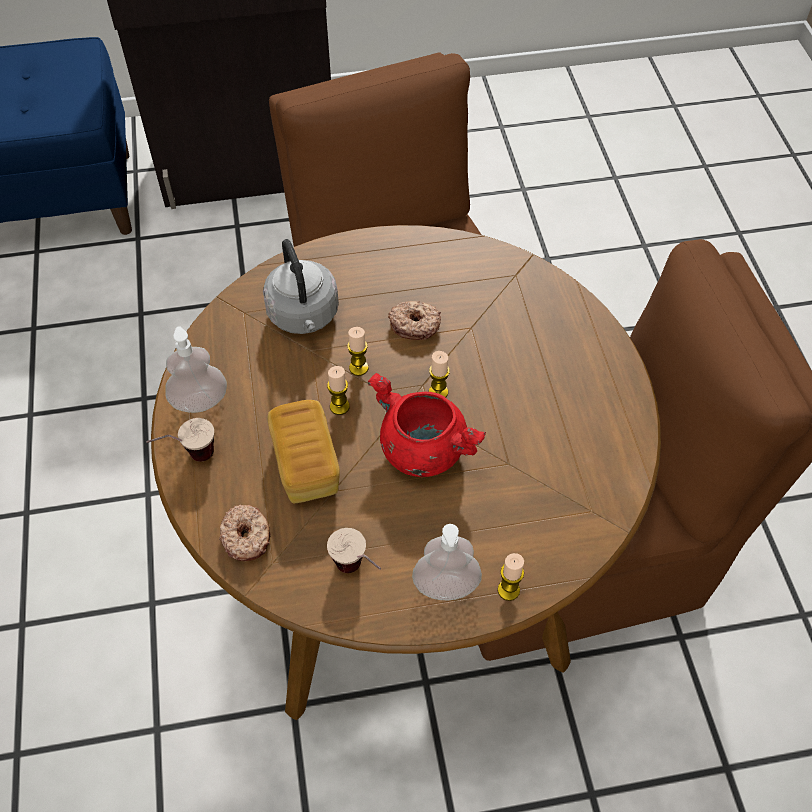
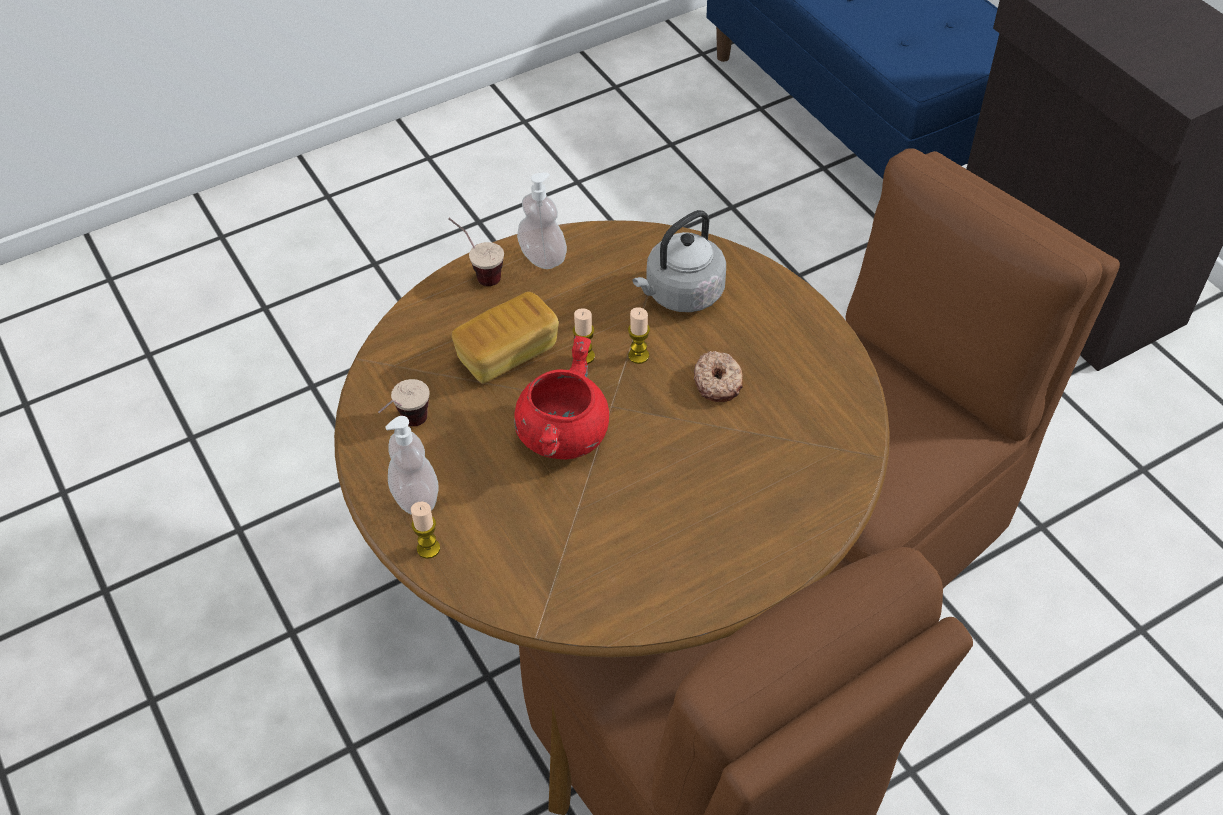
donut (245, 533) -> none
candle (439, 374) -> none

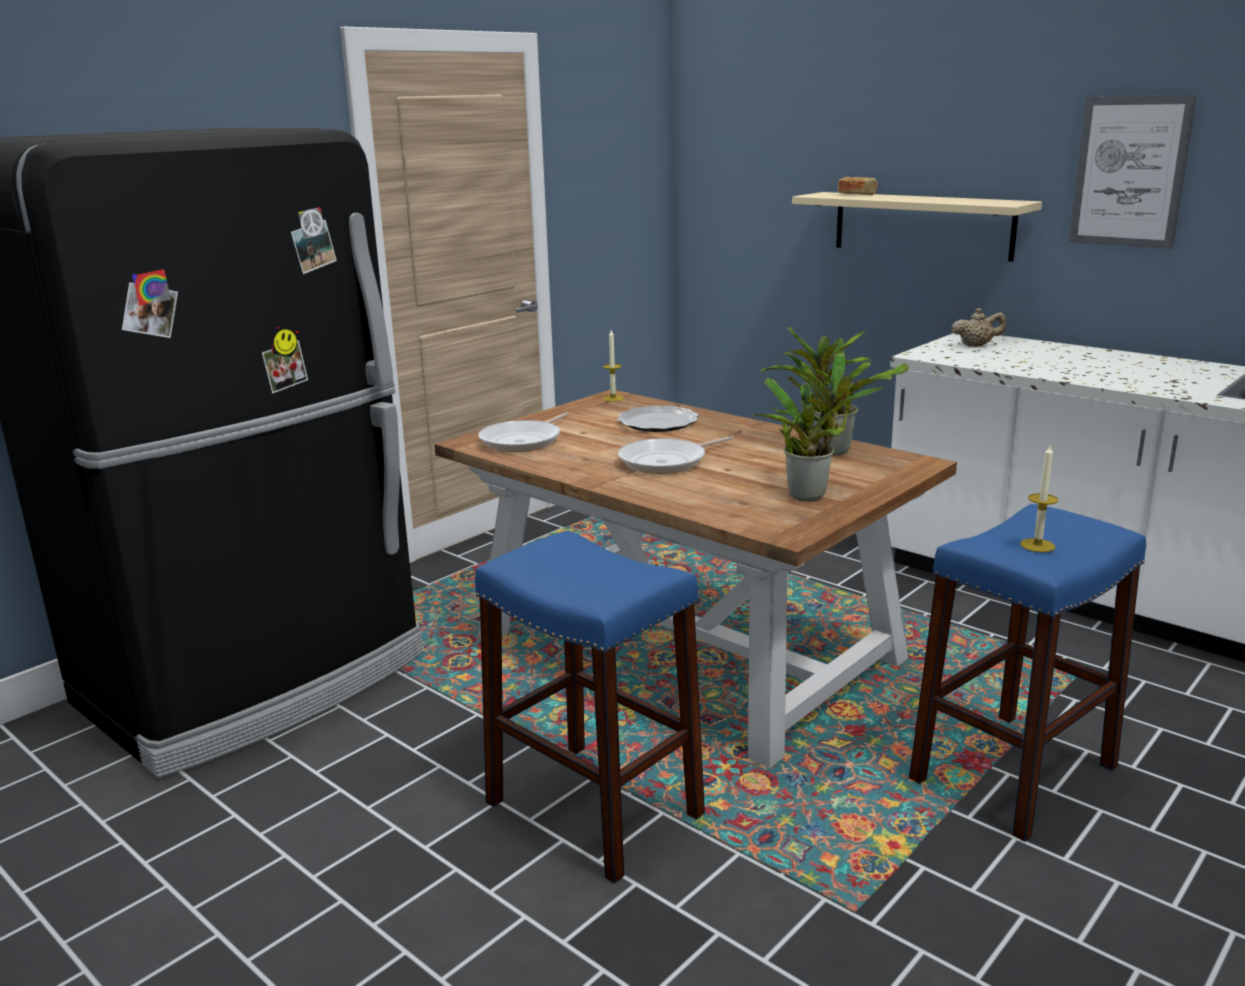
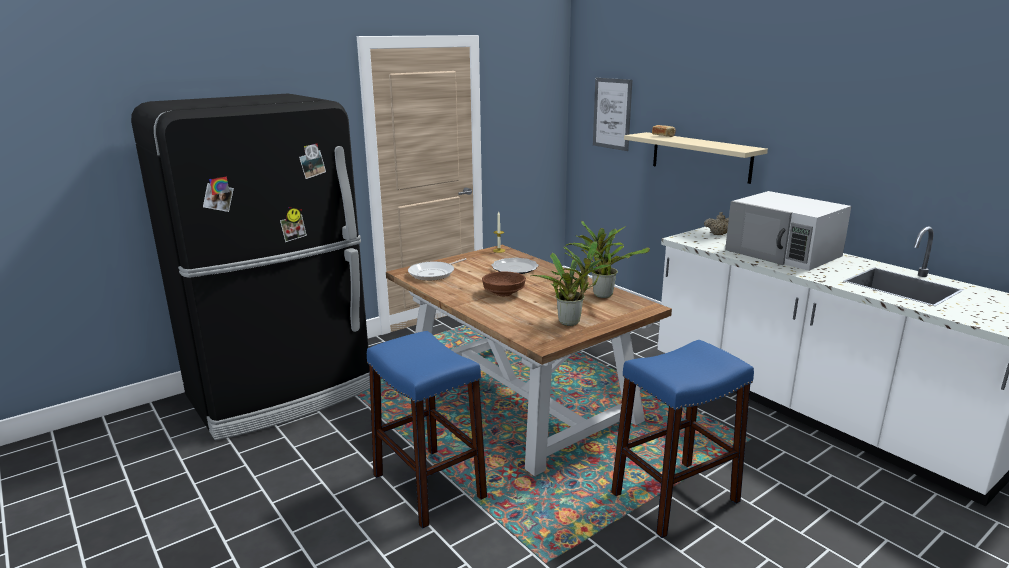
frying pan (676, 455) -> brown bowl (504, 284)
picture (1132, 172) -> picture (612, 114), moved
none -> white microwave (788, 231)
candle (1039, 499) -> none

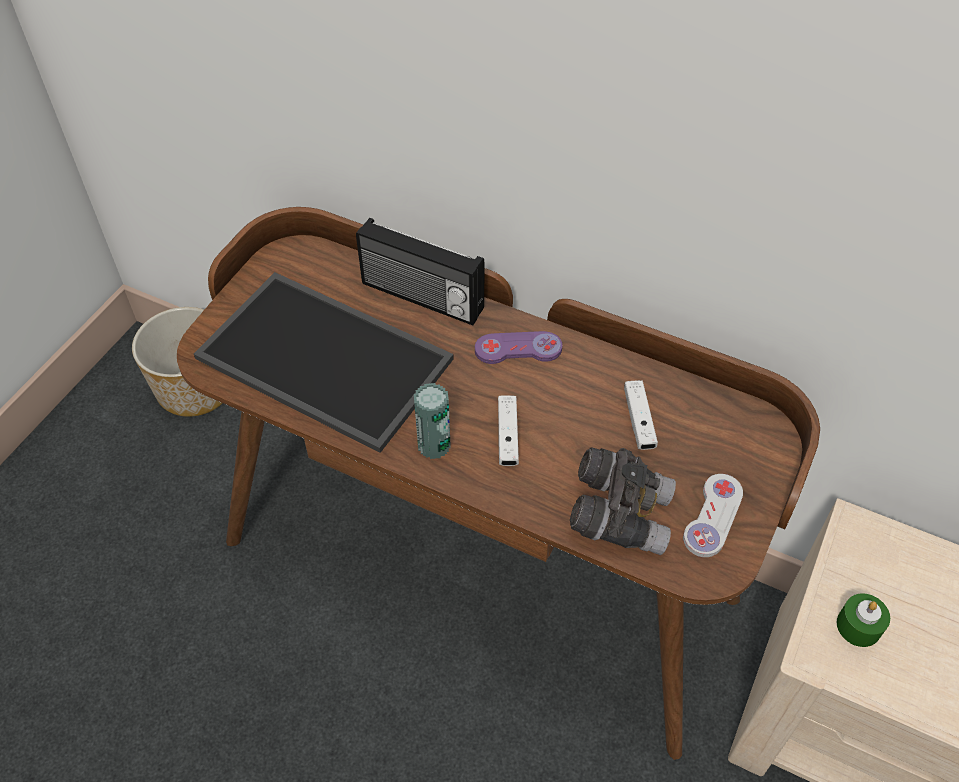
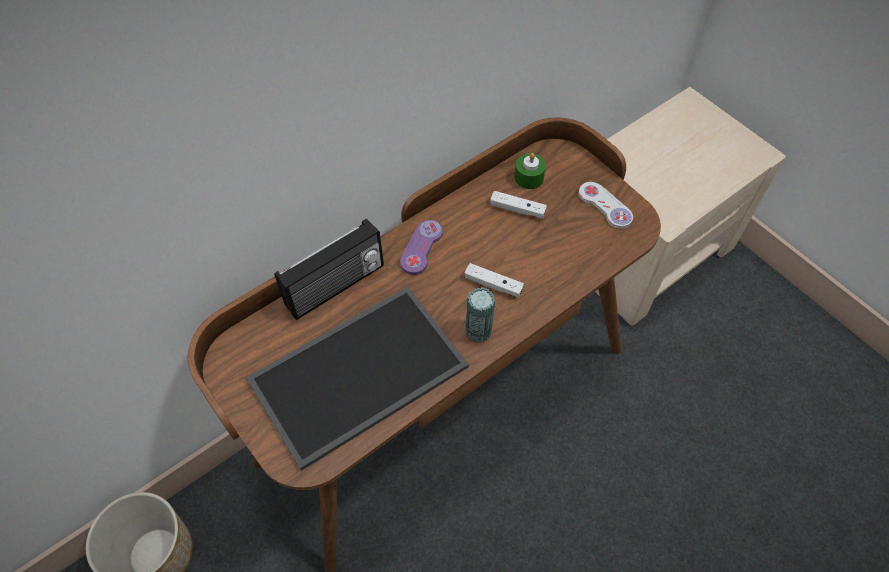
green candle (863, 620) -> green candle (530, 171), moved
grey binoculars (623, 501) -> none

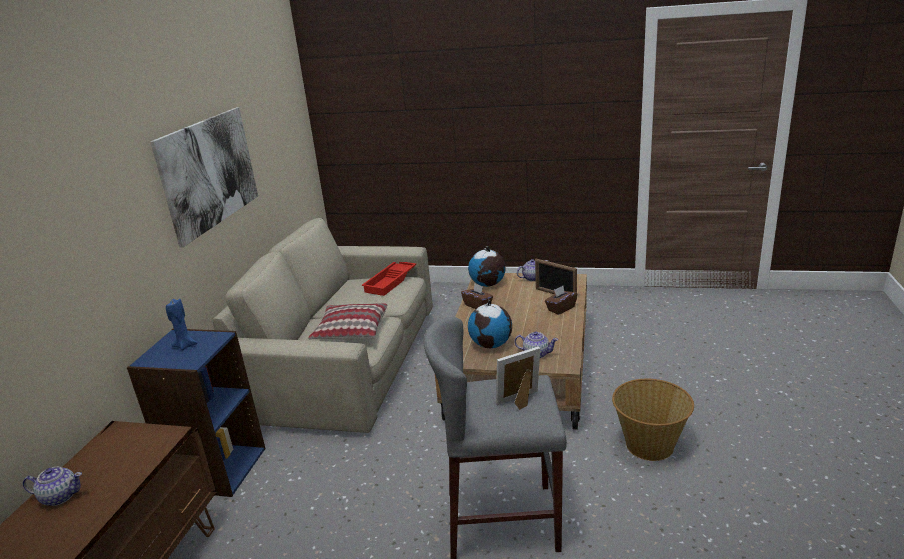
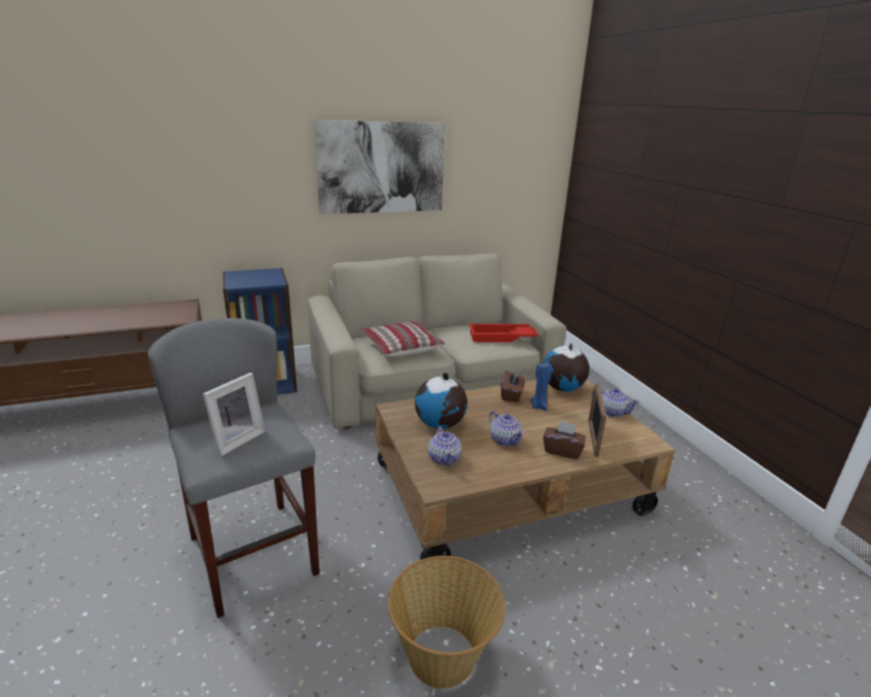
picture frame (518, 378) -> picture frame (234, 414), 90 degrees clockwise
teapot (52, 486) -> teapot (507, 428), moved
blue candle (181, 324) -> blue candle (541, 386), moved

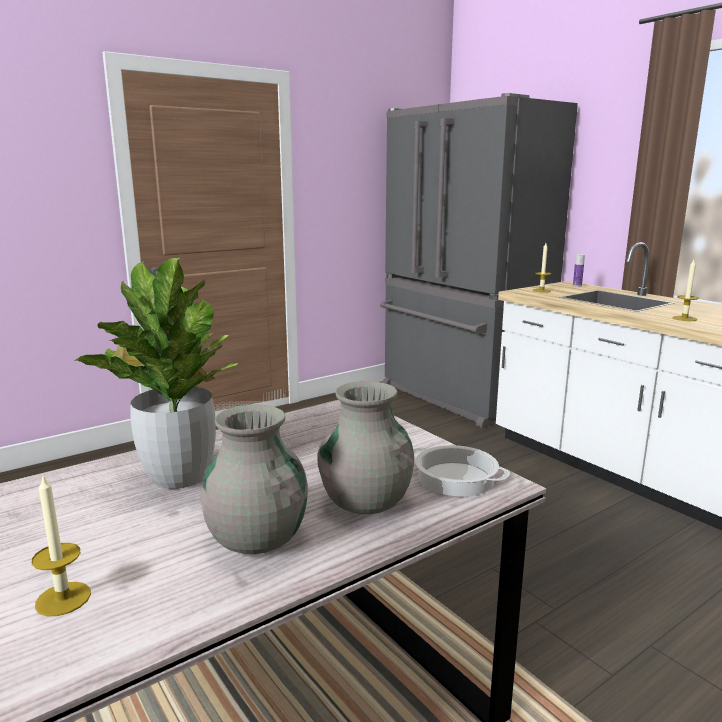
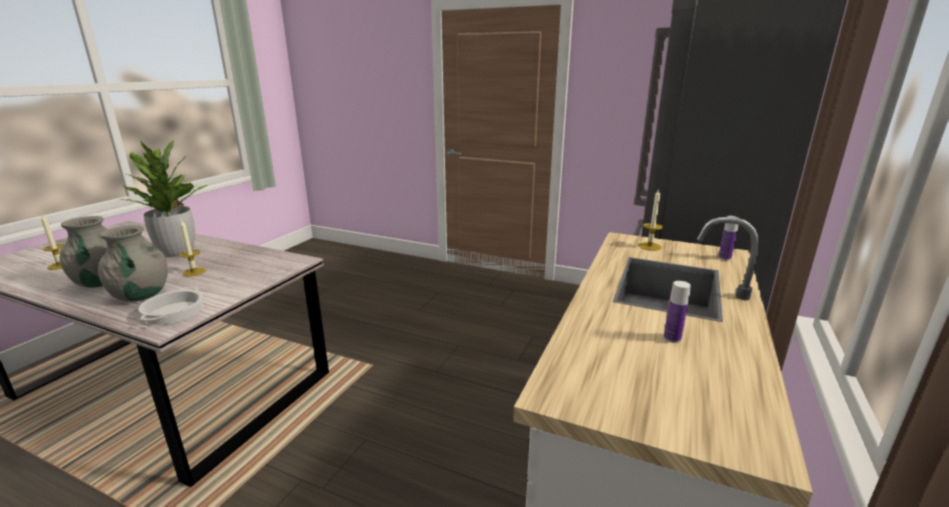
candle (685, 290) -> candle (193, 248), moved
none -> bottle (677, 312)

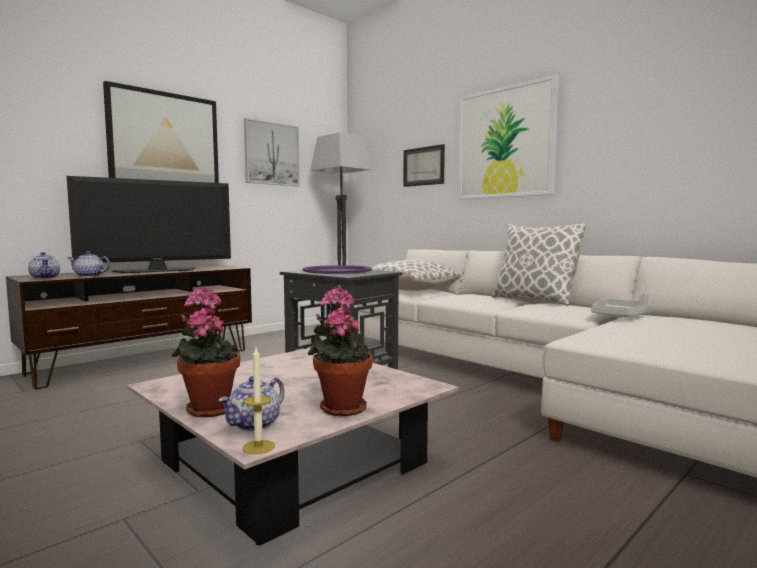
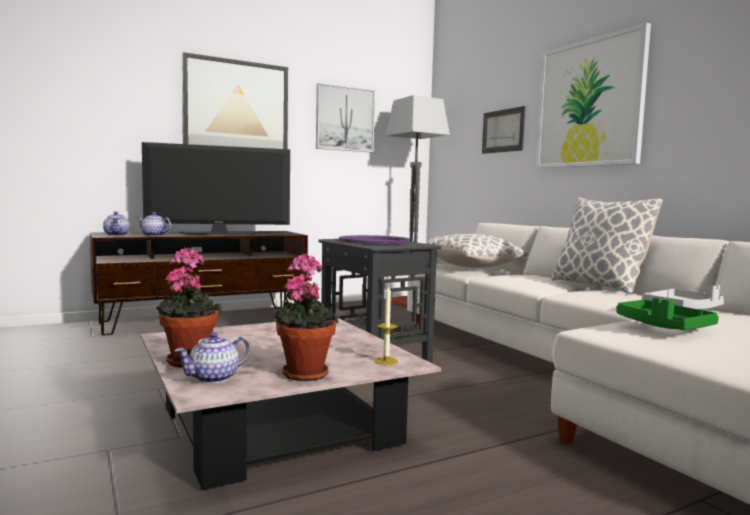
candle (258, 401) -> candle (386, 325), moved
none -> green tray (667, 313)

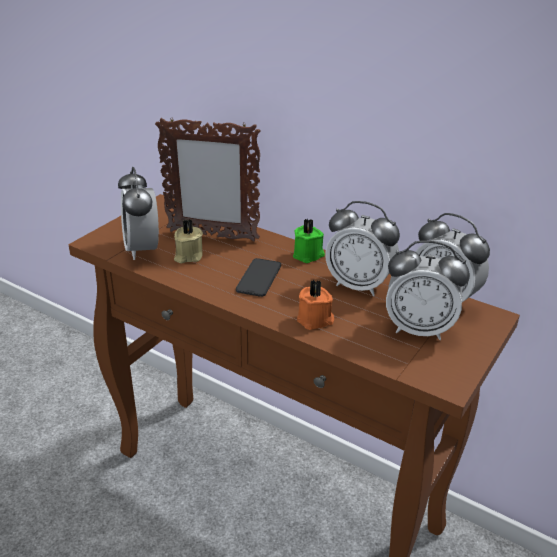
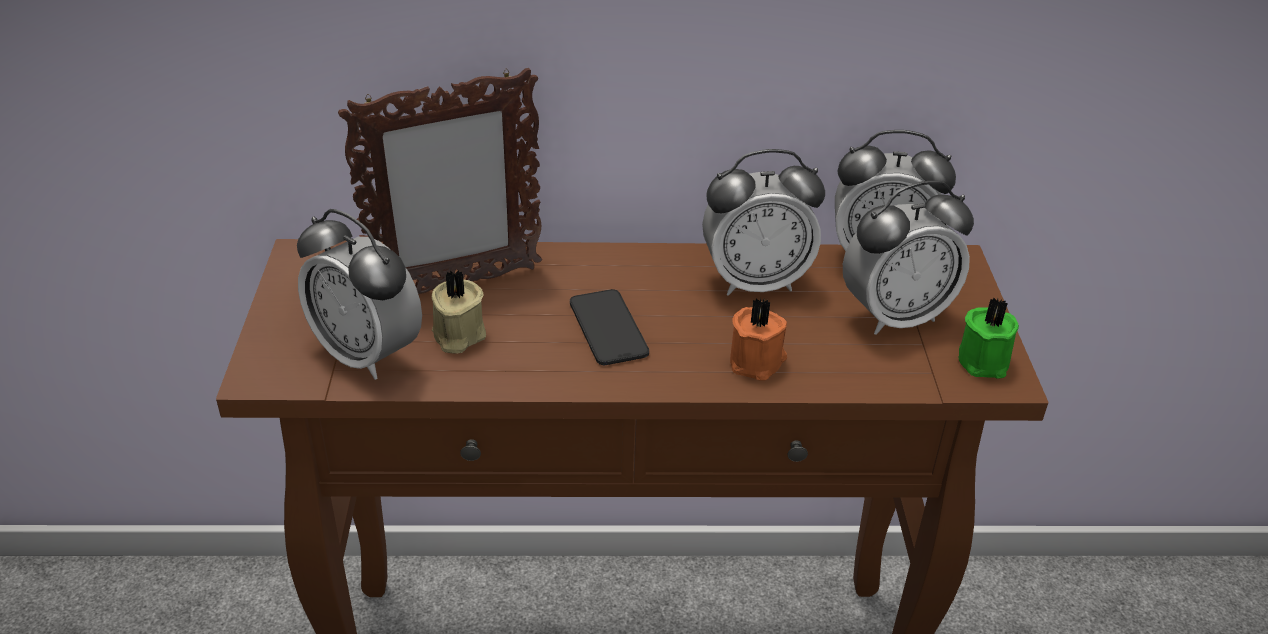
green candle (309, 241) -> green candle (989, 338), moved

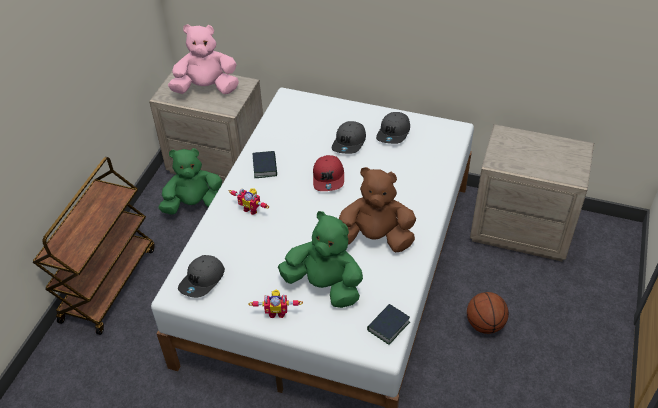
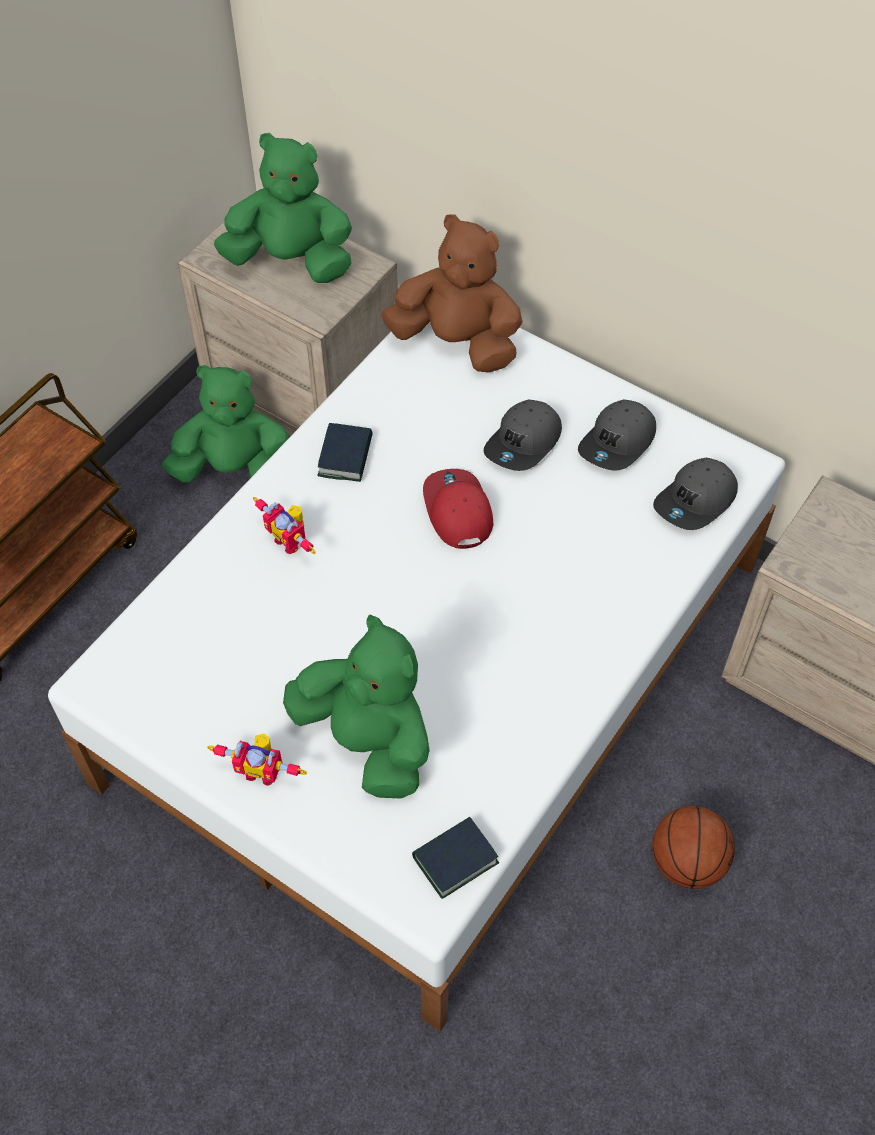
pink plush toy (203, 59) -> green plush toy (283, 208)
brown plush toy (377, 209) -> brown plush toy (452, 293), moved
red cap (328, 173) -> red cap (458, 509), 150 degrees clockwise
grey cap (201, 276) -> grey cap (695, 494), moved

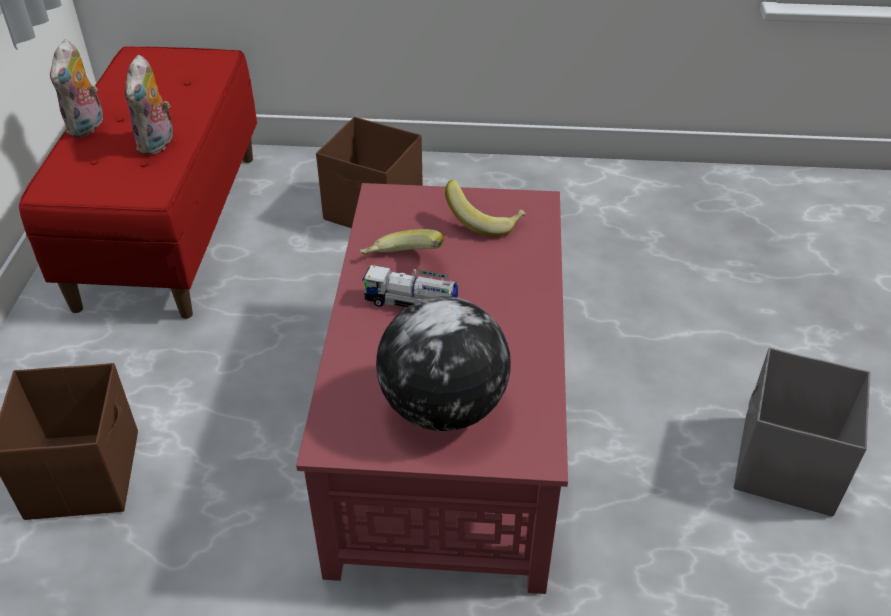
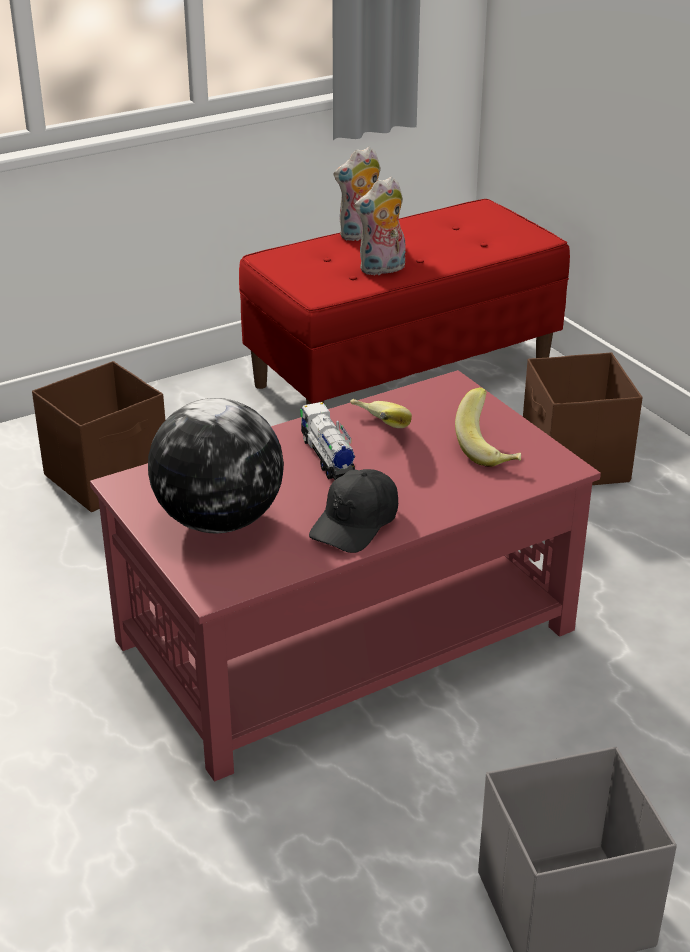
none -> black cap (353, 511)

